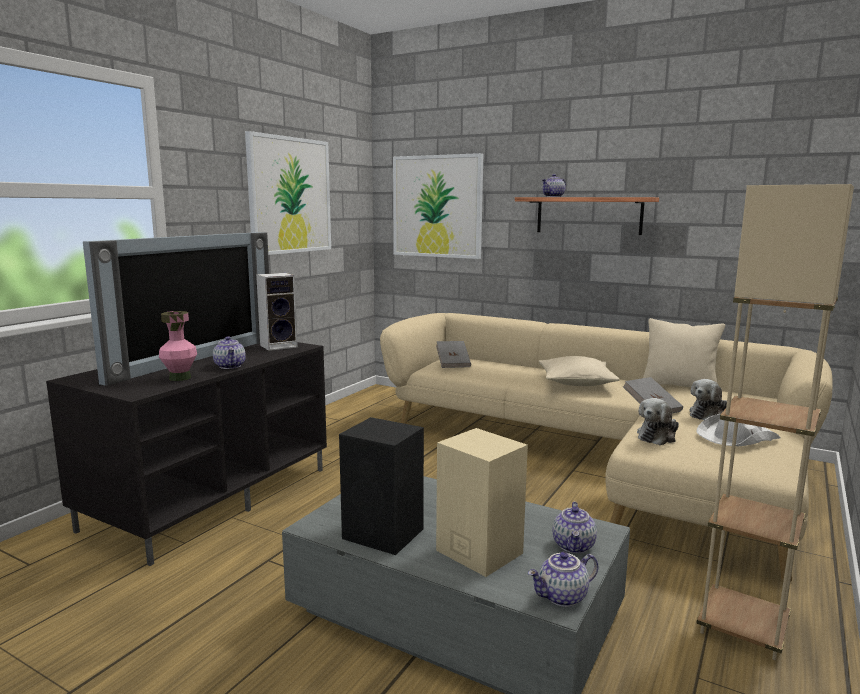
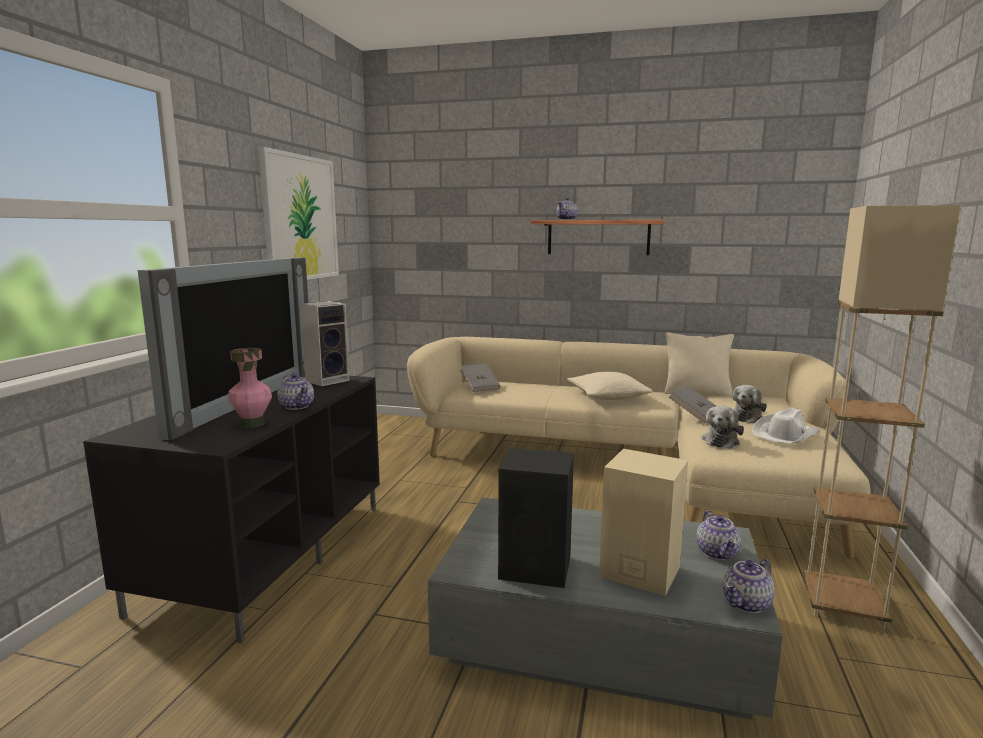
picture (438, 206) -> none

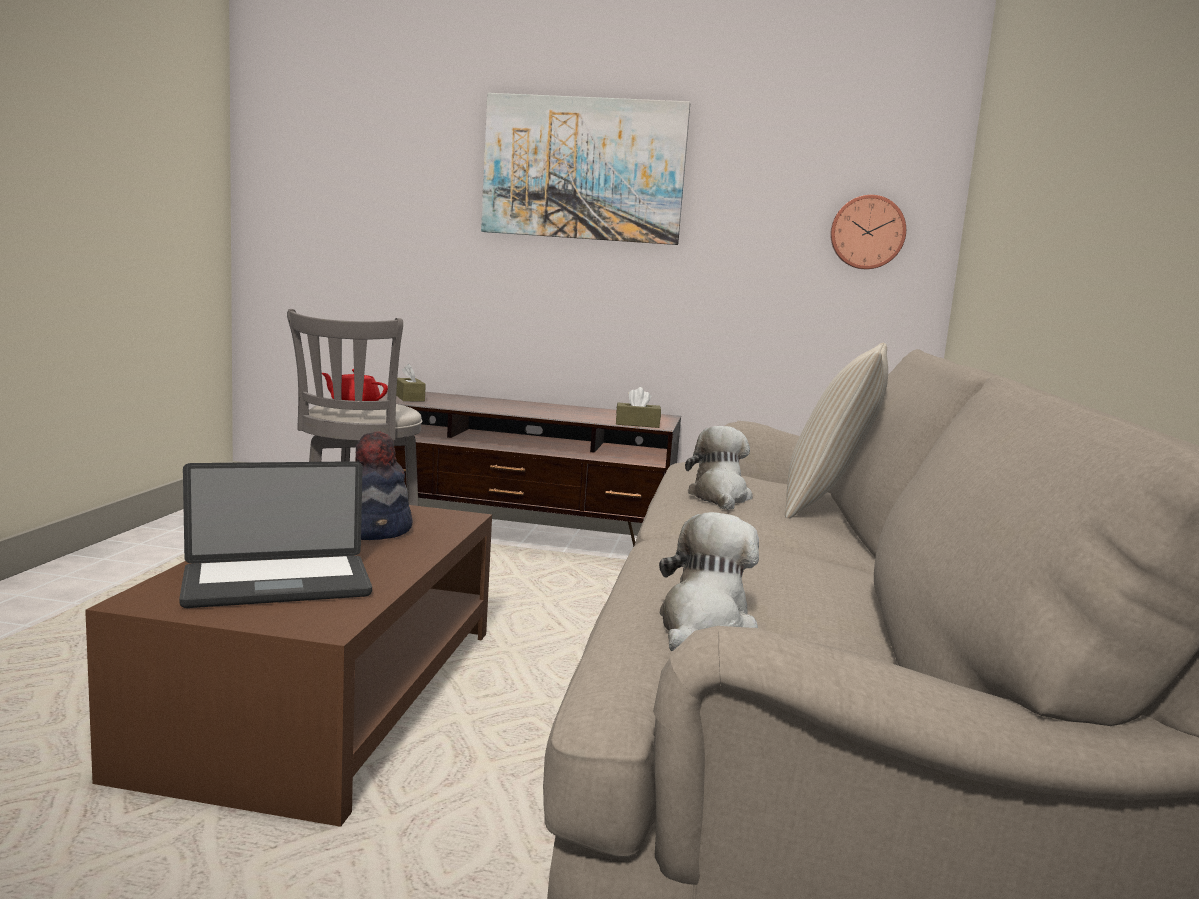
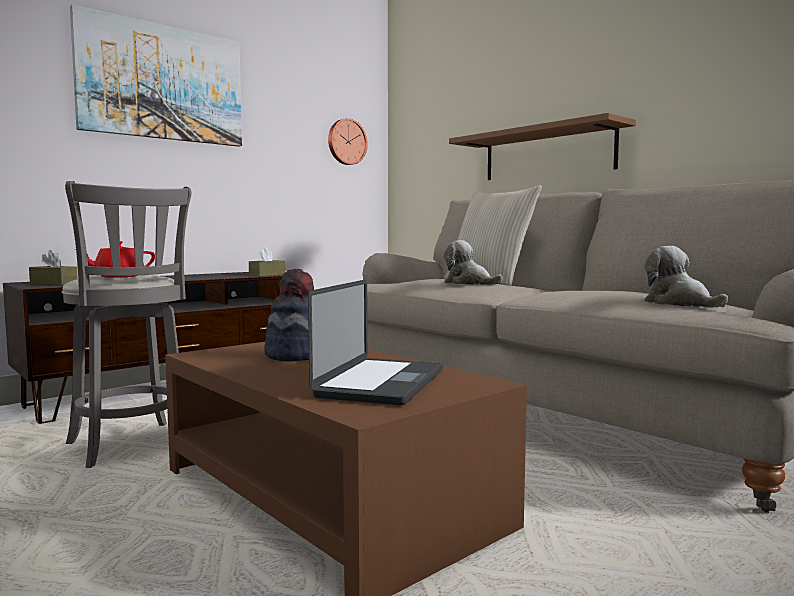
none -> brown shelf (542, 146)

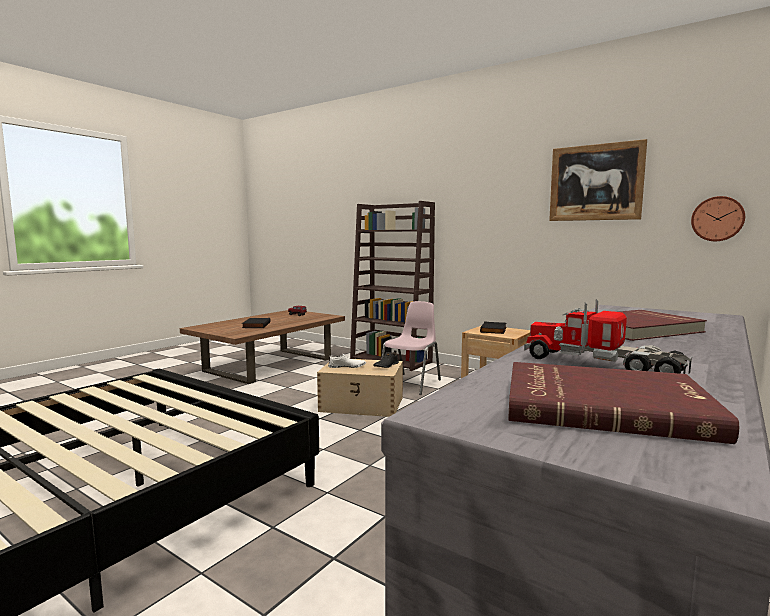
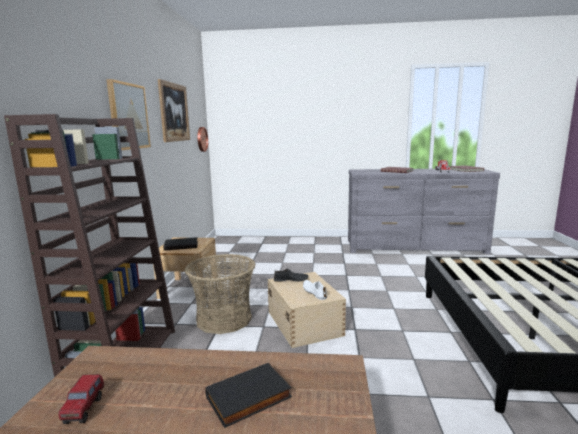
none -> picture (128, 114)
pink chair (411, 348) -> basket (220, 294)

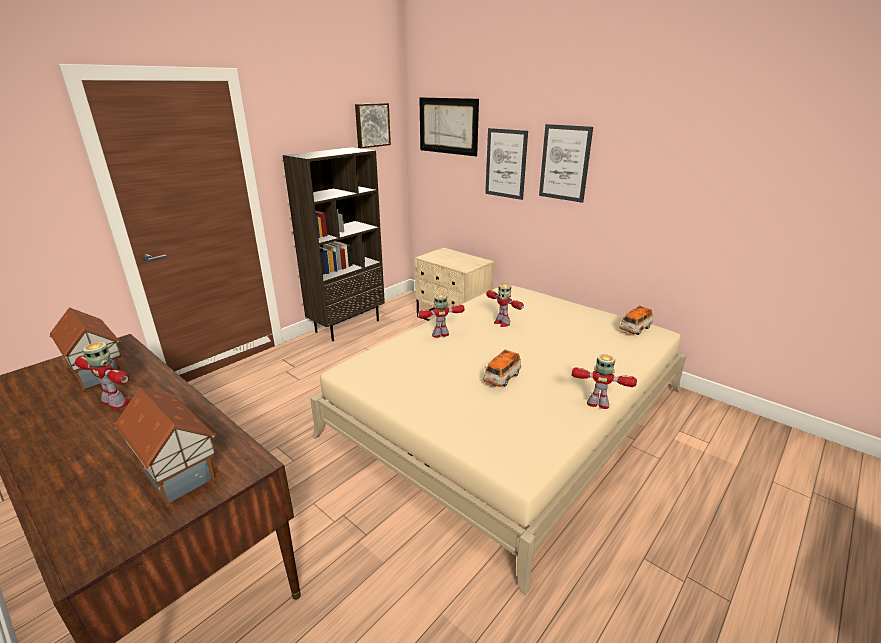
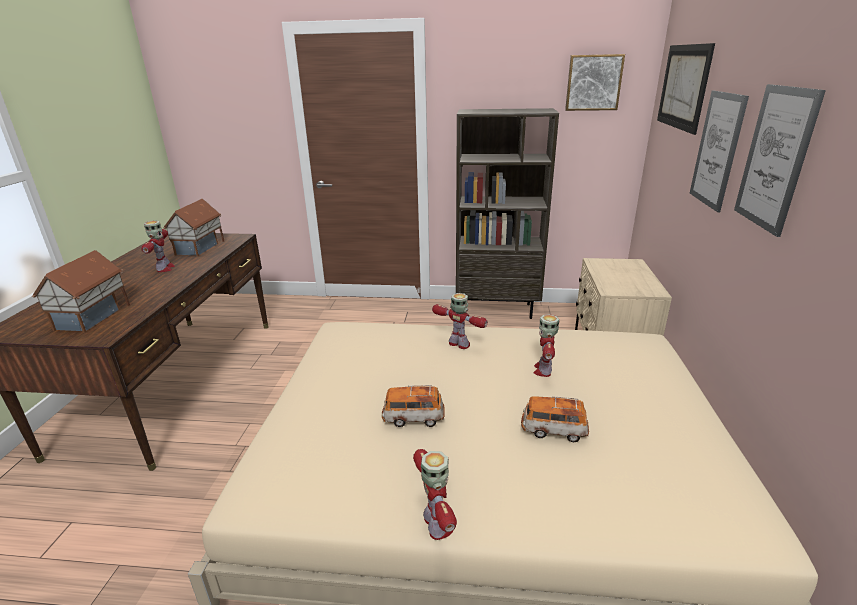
toy car (636, 320) -> toy car (555, 419), moved

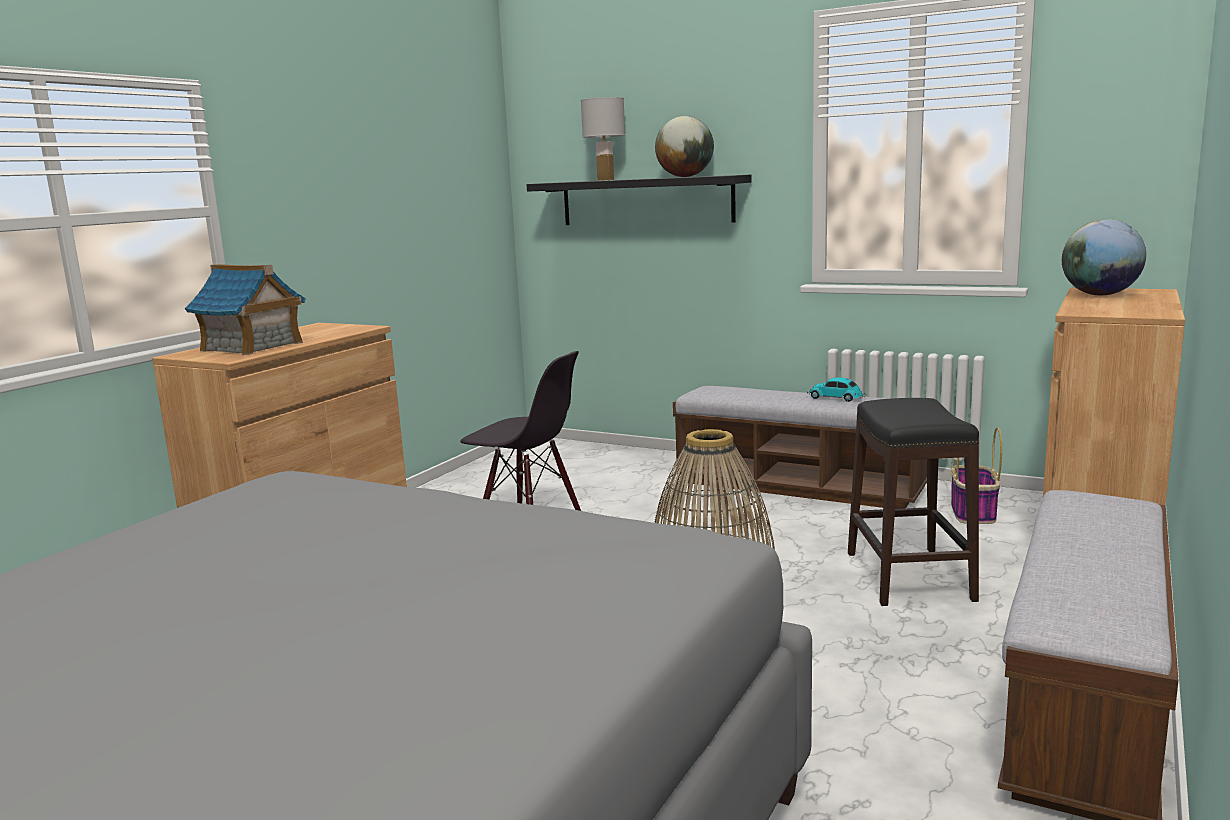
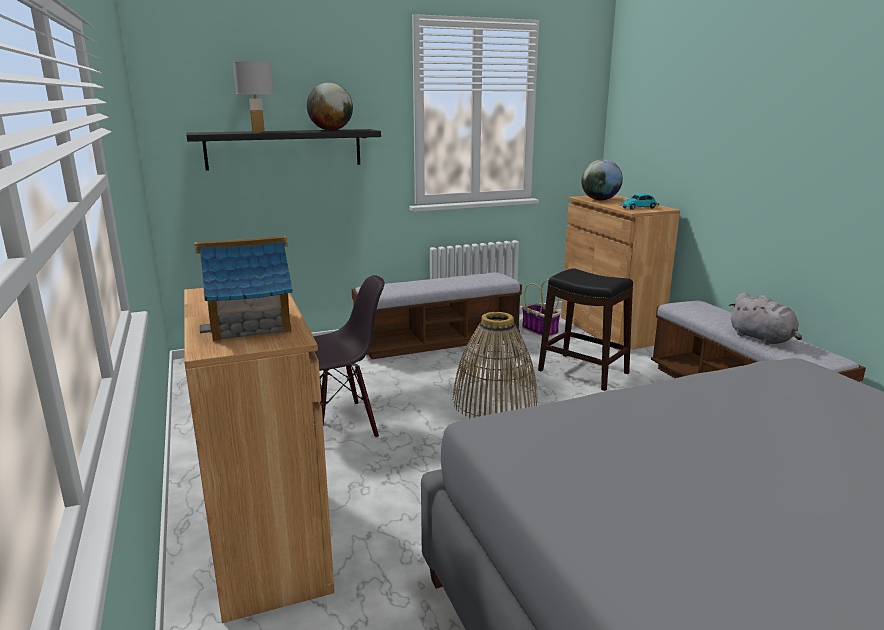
toy car (836, 389) -> toy car (639, 201), moved
none -> grey plush toy (765, 318)

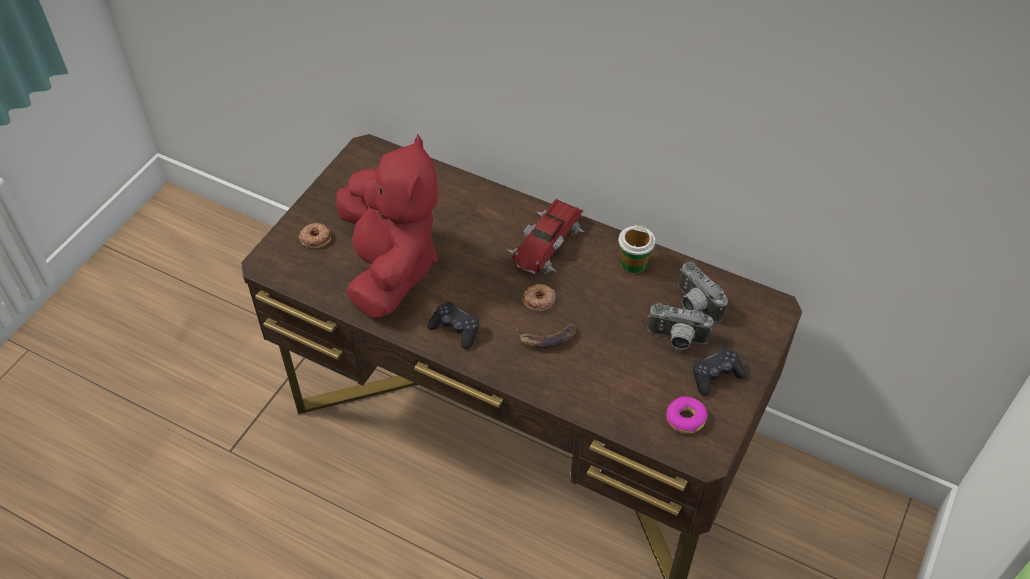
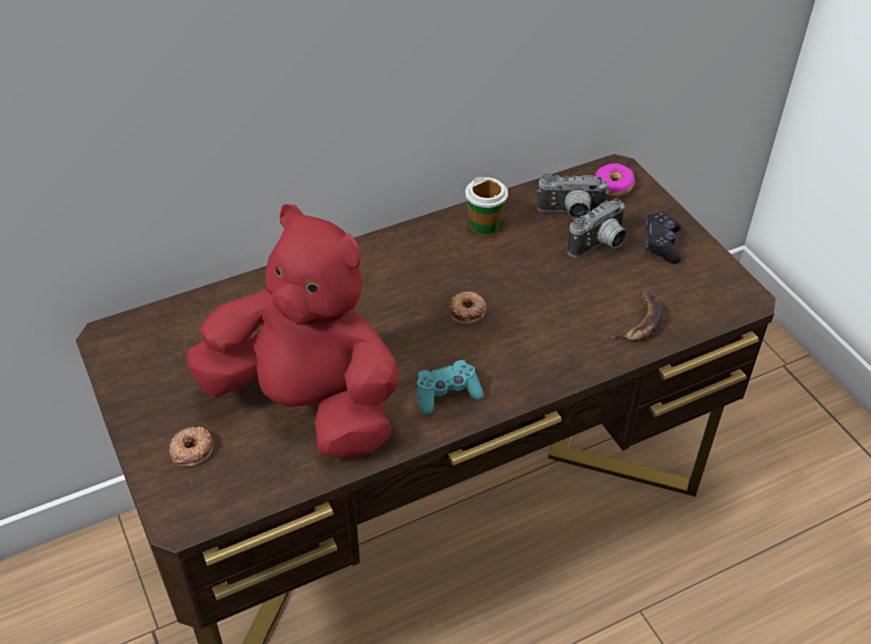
black game controller (453, 325) -> turquoise game controller (450, 387)
donut (687, 415) -> donut (615, 180), moved
banana (546, 335) -> banana (636, 316), moved
toy car (546, 236) -> none

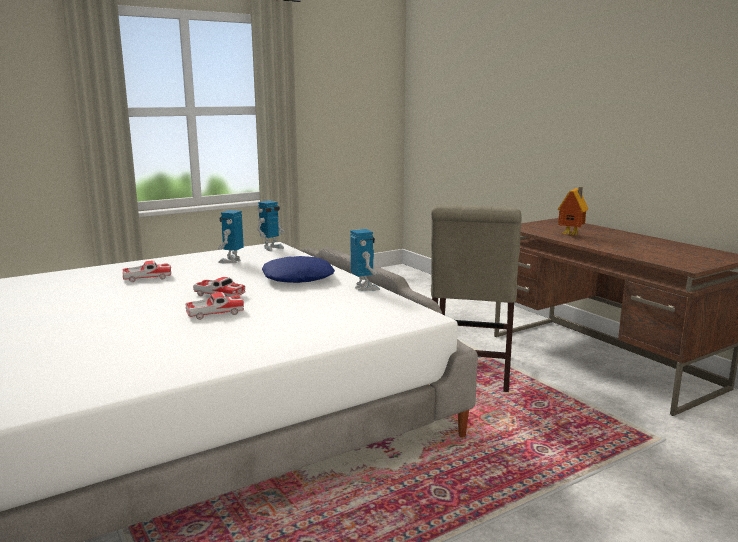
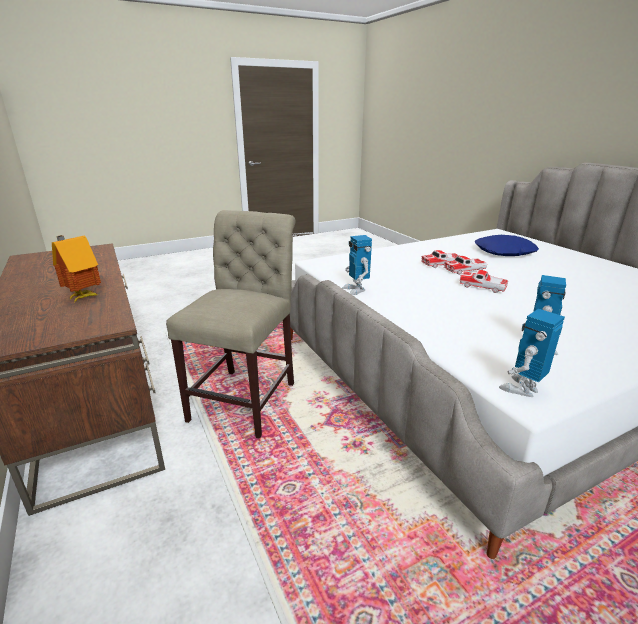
toy car (147, 271) -> toy car (440, 259), moved
blue pillow (298, 269) -> blue pillow (507, 245), moved

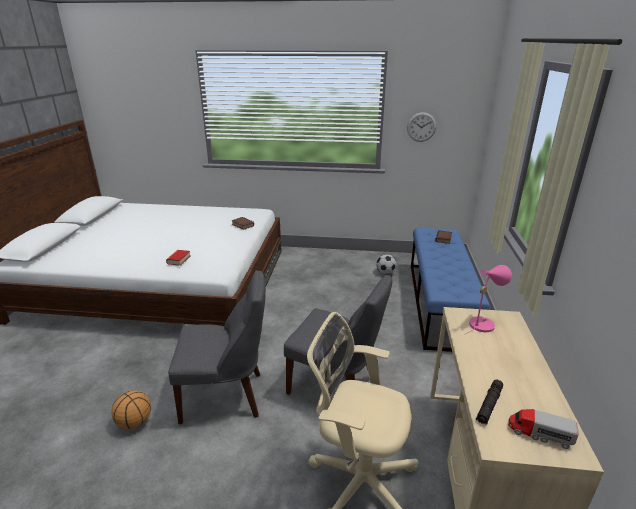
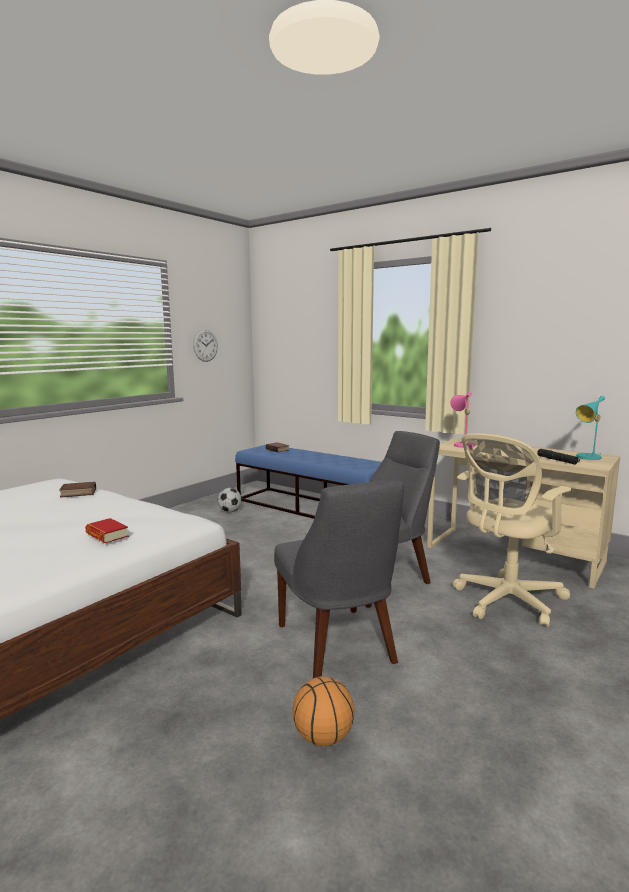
grey chair (217, 347) -> grey chair (339, 579), 135 degrees clockwise
toy truck (543, 429) -> turquoise table lamp (590, 428)

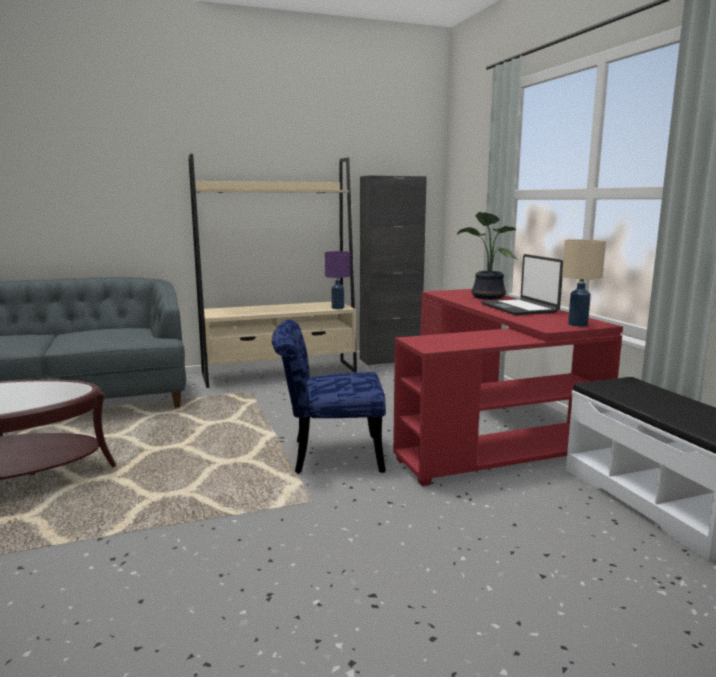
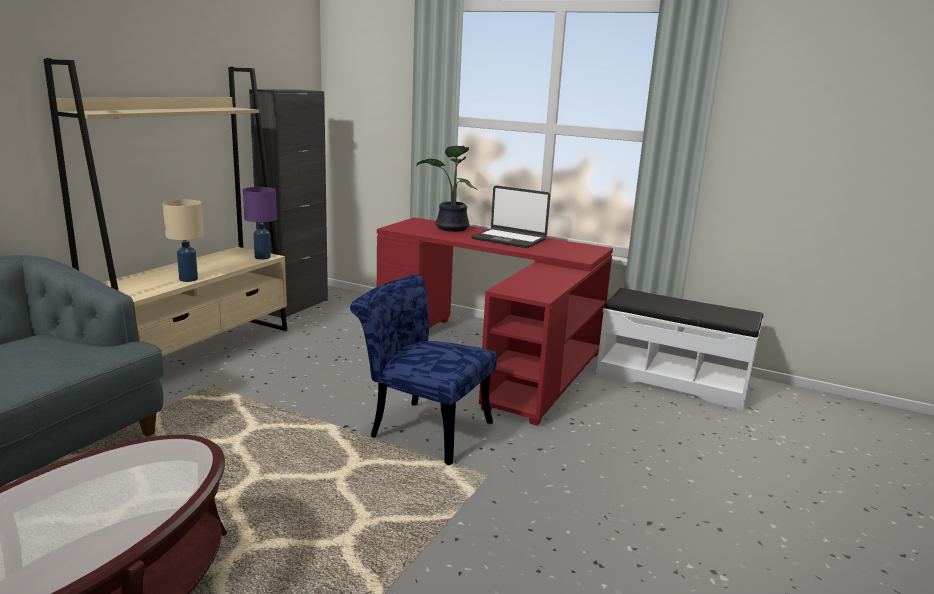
beige table lamp (584, 283) -> beige table lamp (183, 241), moved
blue chair (329, 396) -> blue chair (423, 369), 75 degrees clockwise

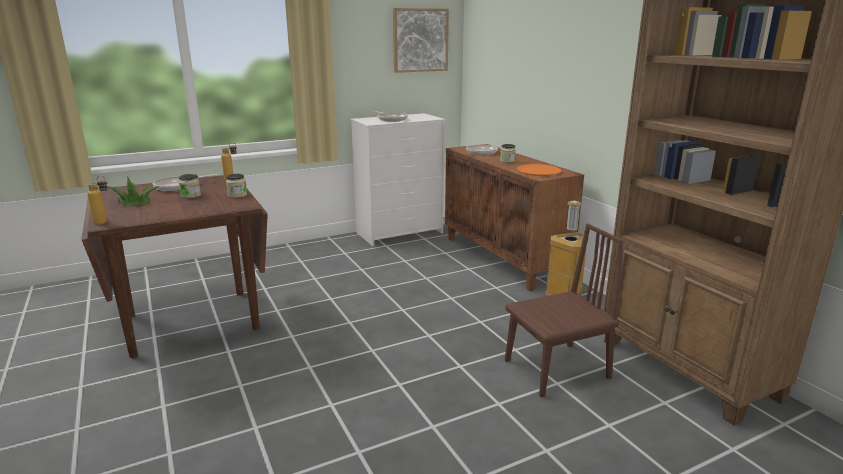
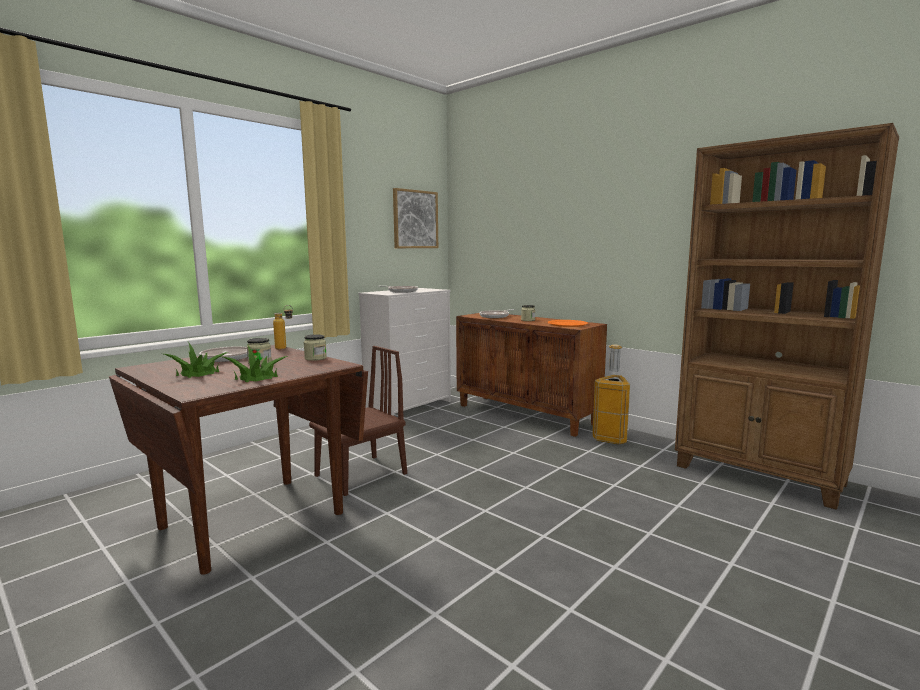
none -> potted plant (255, 363)
brown chair (564, 310) -> brown chair (358, 421), moved
bottle (97, 200) -> none

